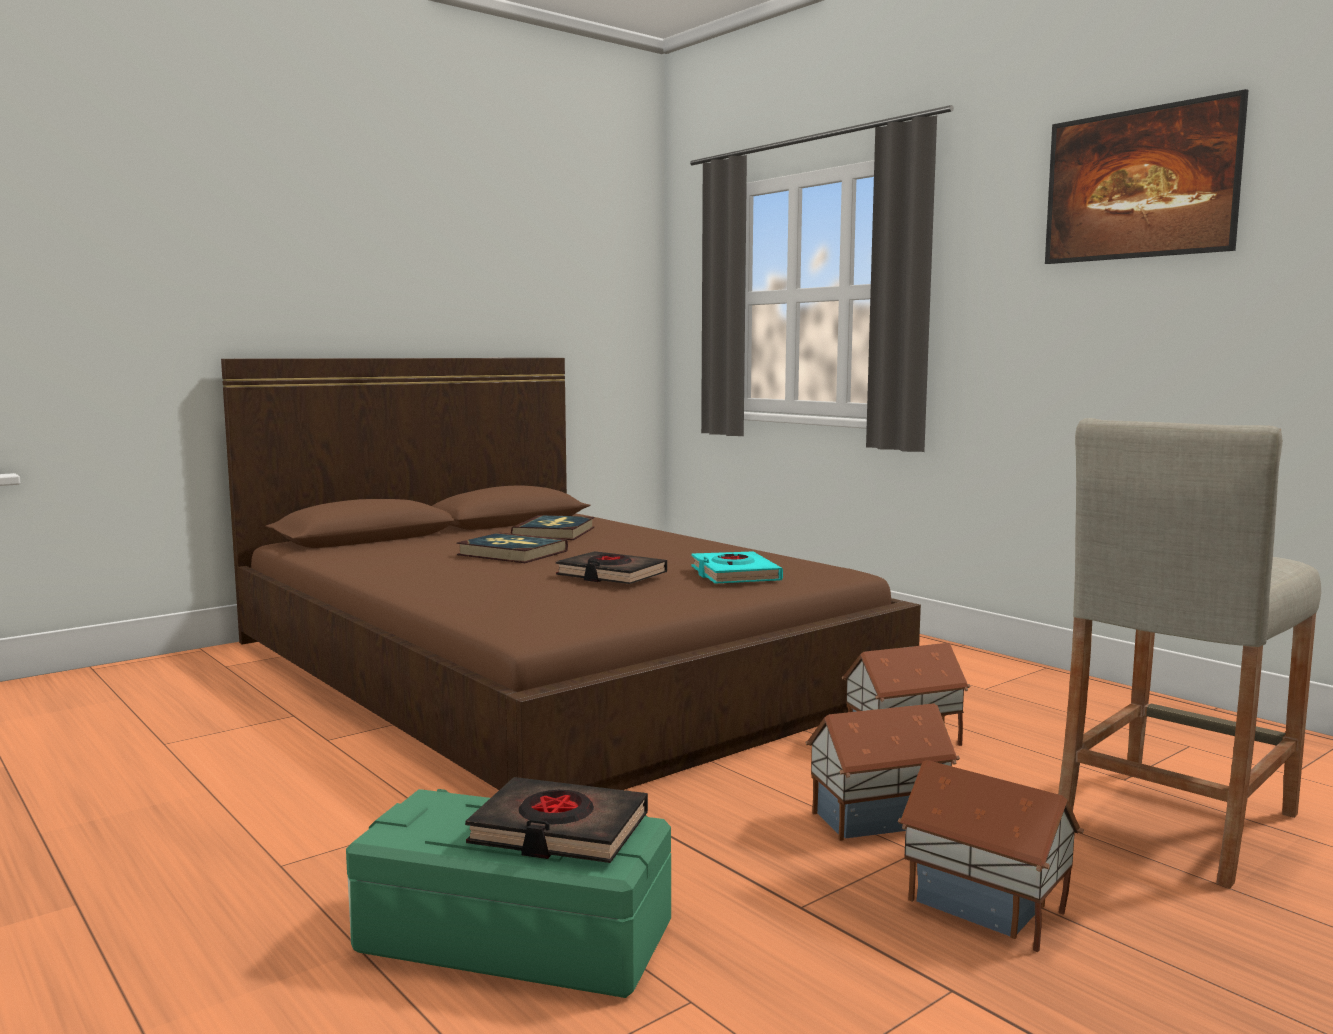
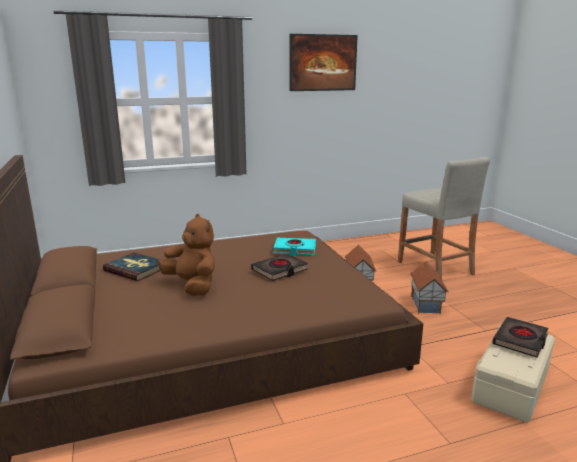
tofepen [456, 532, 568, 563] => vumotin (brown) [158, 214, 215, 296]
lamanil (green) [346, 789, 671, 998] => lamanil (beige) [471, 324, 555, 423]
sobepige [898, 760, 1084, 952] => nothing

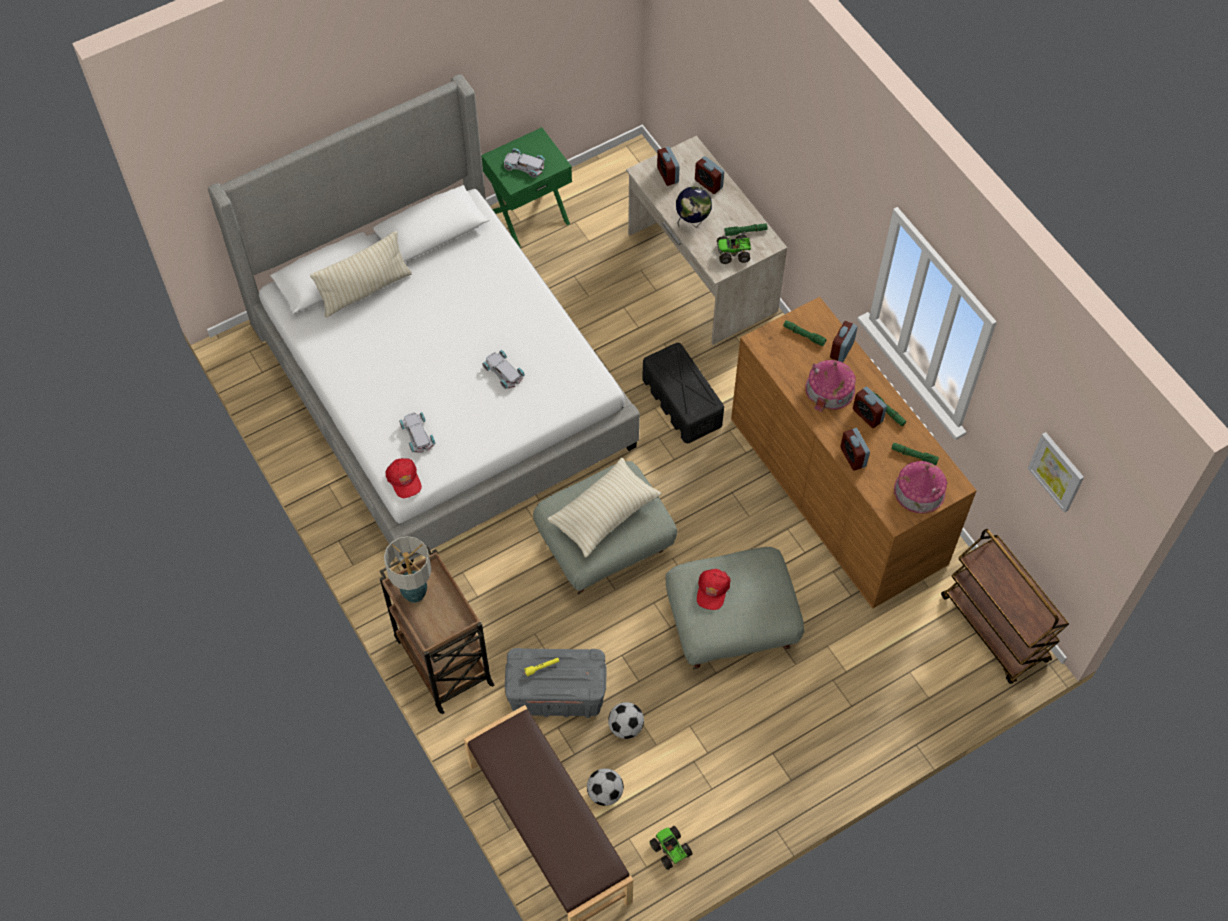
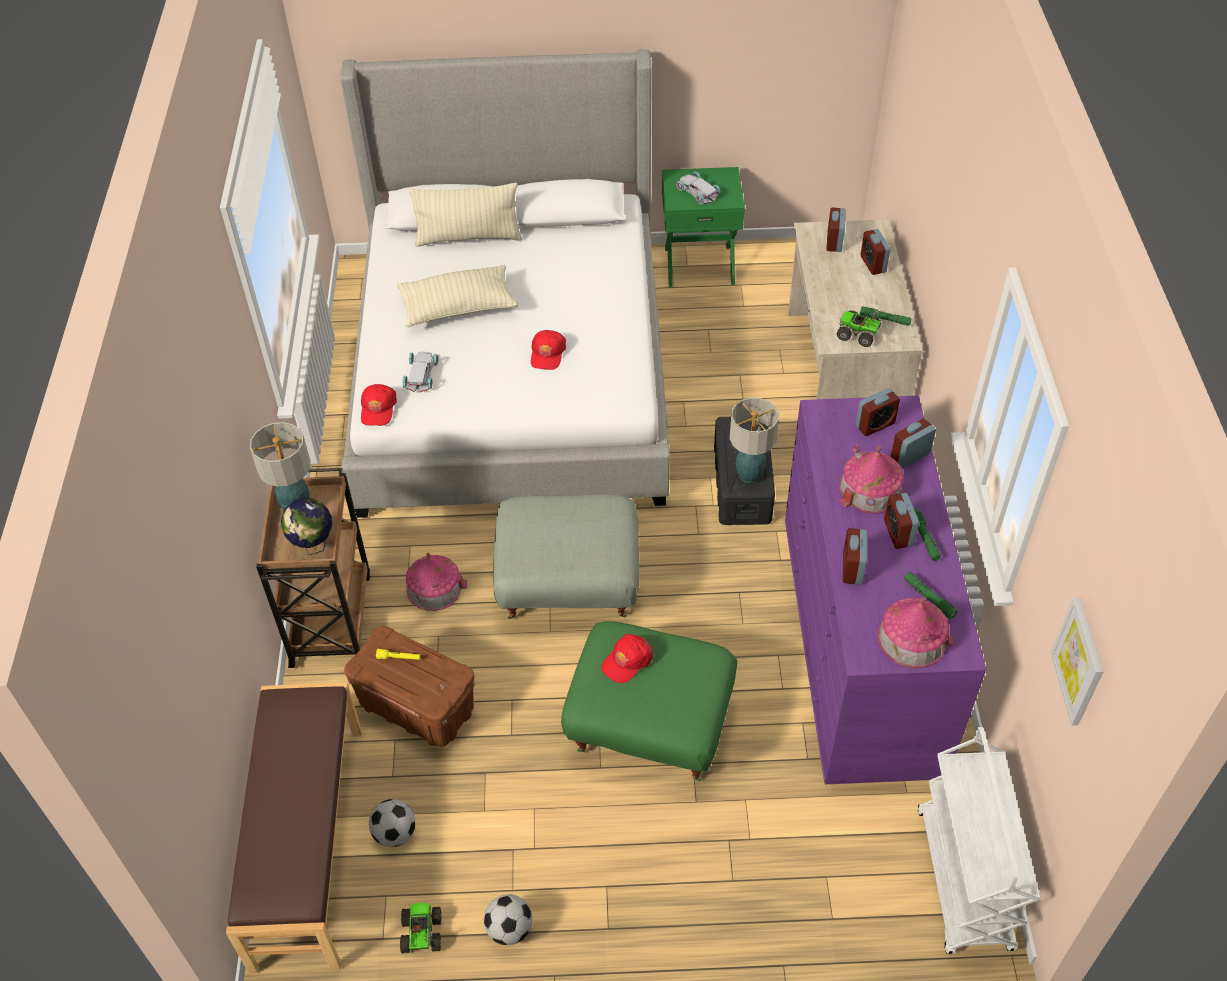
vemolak [676, 186, 712, 228] => vemolak [281, 498, 332, 555], moved
lamanil (grey) [505, 648, 607, 718] => lamanil (brown) [344, 626, 474, 747]
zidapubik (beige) [547, 458, 661, 557] => zidapubik (beige) [397, 264, 519, 327], moved
nothing => sobepige [406, 553, 467, 611]
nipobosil [608, 702, 644, 739] => nipobosil [484, 894, 532, 945], moved
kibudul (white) [482, 350, 525, 389] => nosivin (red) [531, 330, 566, 370]
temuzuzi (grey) [666, 547, 804, 669] => temuzuzi (green) [561, 621, 737, 781]
nothing => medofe [730, 398, 779, 483]
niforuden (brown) [731, 297, 977, 608] => niforuden (purple) [785, 395, 986, 784]
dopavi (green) [783, 320, 827, 346] => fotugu [855, 388, 900, 436]
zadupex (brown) [941, 529, 1069, 684] => zadupex (white) [918, 727, 1040, 954]

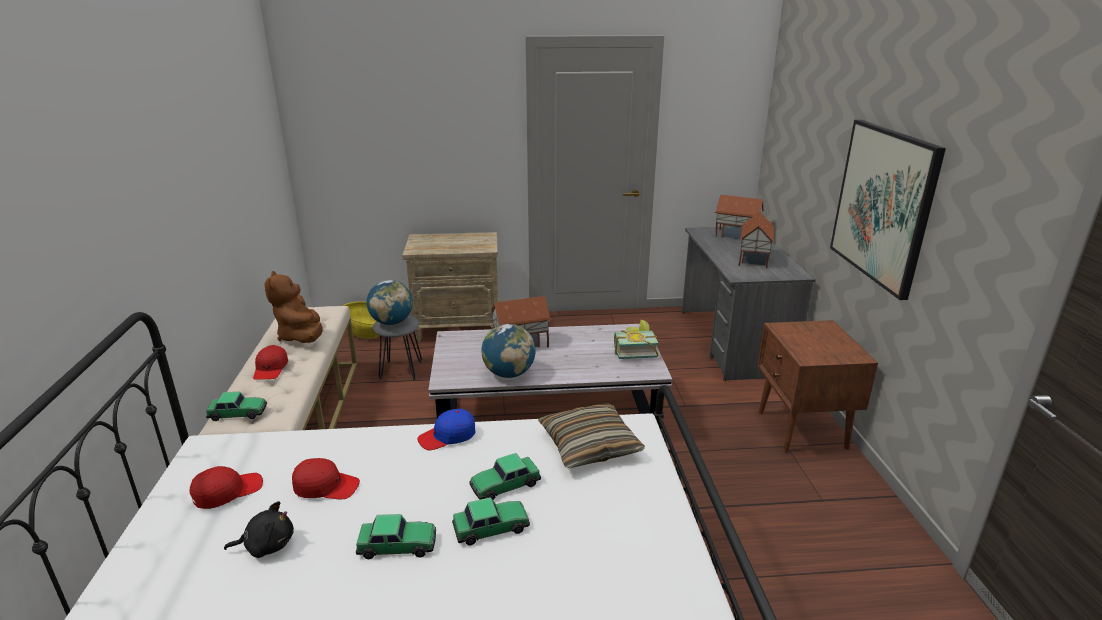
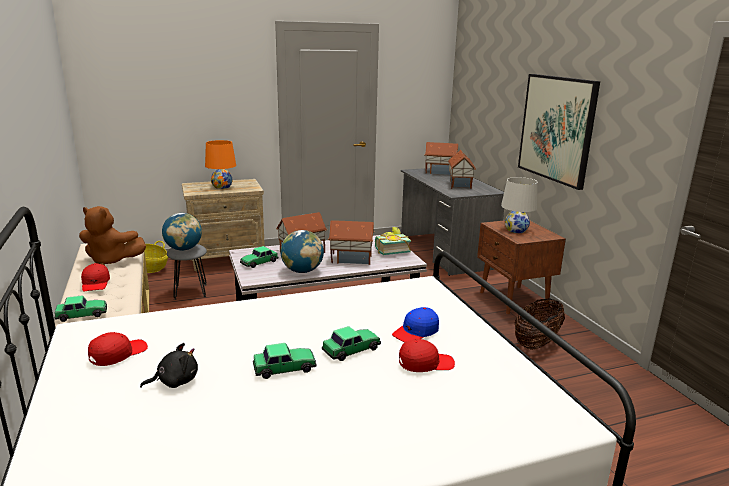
vumotin (brown) [265, 271, 323, 343] => vumotin (brown) [79, 206, 146, 266], 45 degrees counterclockwise
nothing => medofe (orange) [205, 140, 236, 189]
kibudul [469, 453, 541, 500] => kibudul [240, 246, 278, 268], moved
nothing => sobepige [328, 220, 374, 265]
nosivin (blue) [418, 409, 475, 450] => nosivin (blue) [392, 307, 439, 342], moved
nosivin (red) [292, 458, 360, 499] => nosivin (red) [399, 339, 455, 372], moved
nothing => medofe (white) [501, 177, 538, 233]
nothing => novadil [515, 298, 565, 350]
zidapubik [538, 404, 645, 468] => nothing

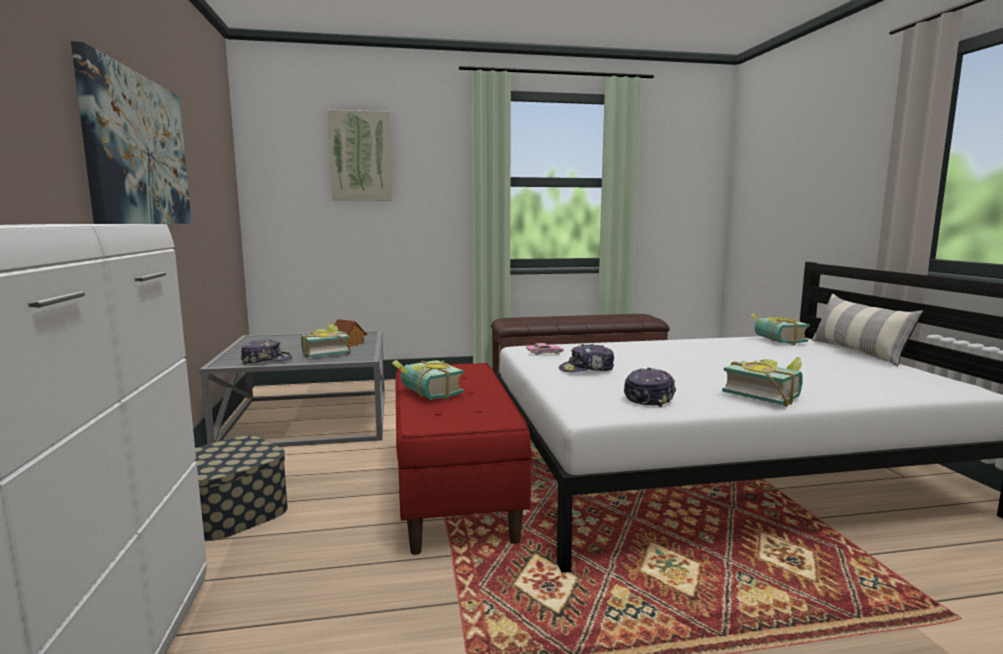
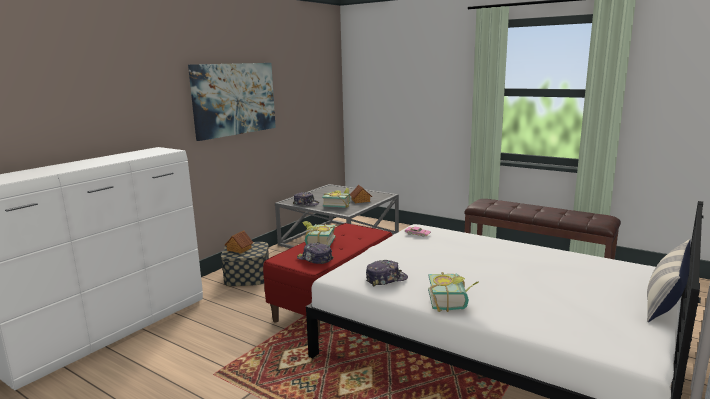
nothing => sobepige [225, 231, 254, 254]
nosivin [559, 344, 614, 372] => nosivin [297, 242, 333, 264], moved
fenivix [328, 110, 392, 200] => nothing
tofepen [751, 313, 810, 345] => nothing

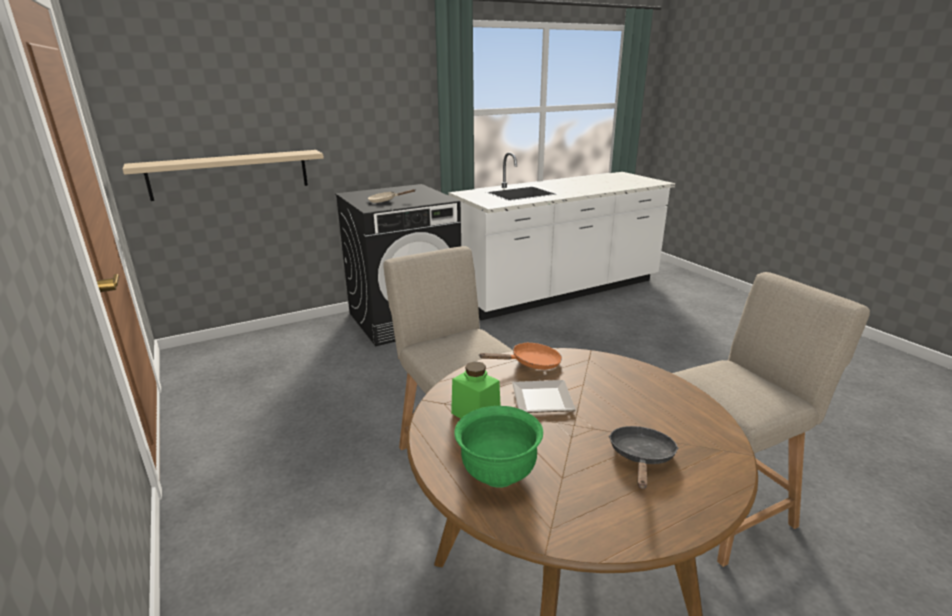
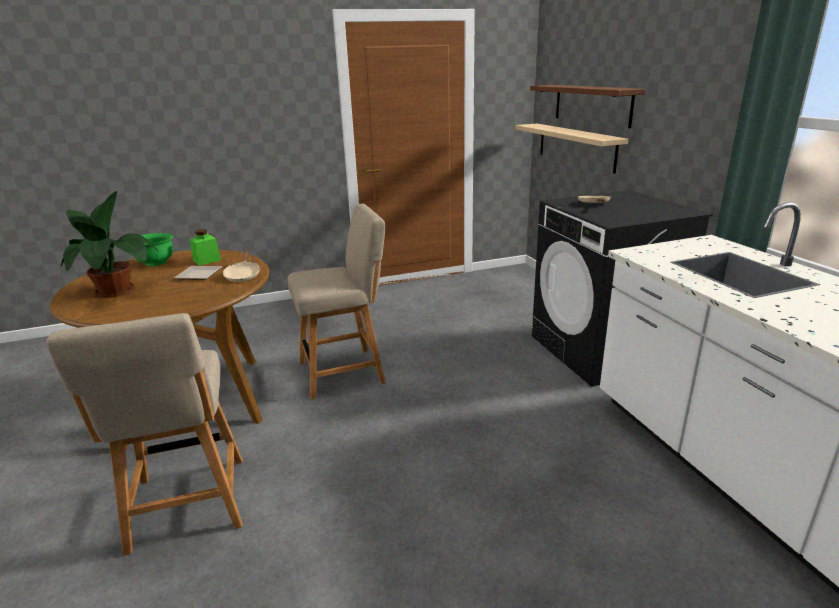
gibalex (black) [609, 426, 679, 489] => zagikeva [61, 191, 159, 298]
gibalex (orange) [479, 342, 562, 370] => gibalex (beige) [222, 250, 260, 282]
nothing => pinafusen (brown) [530, 85, 646, 128]

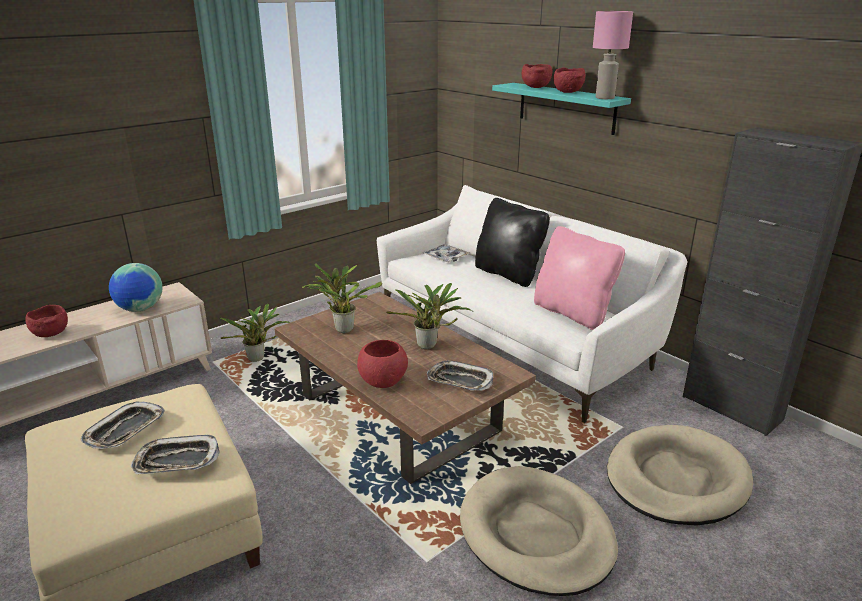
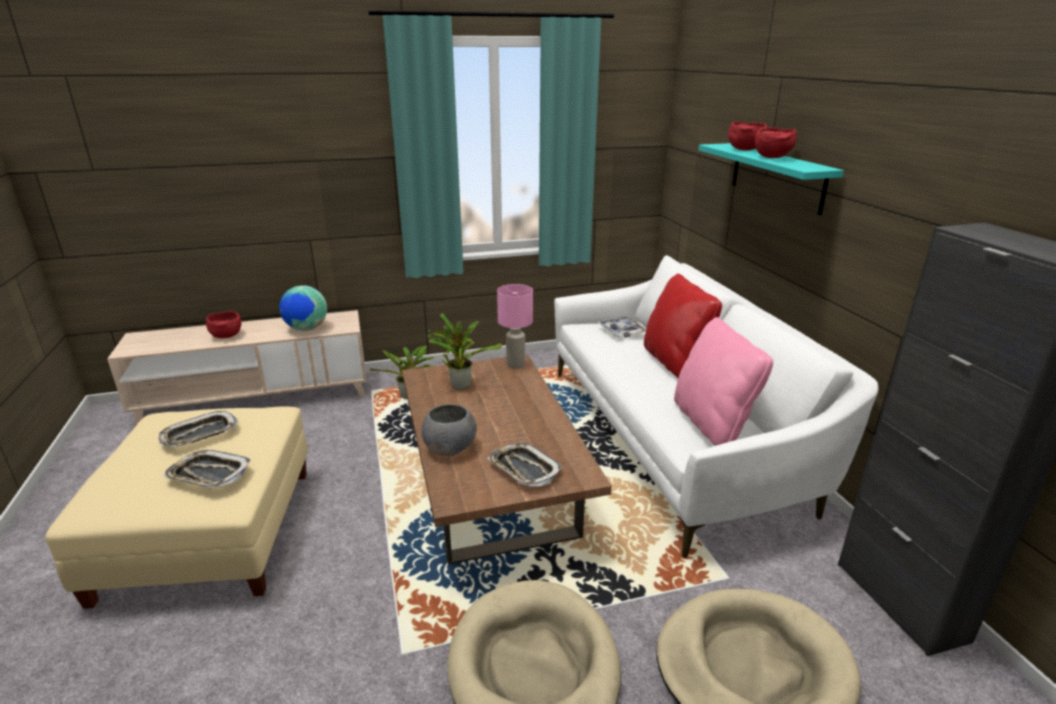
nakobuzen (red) [357, 340, 408, 388] => nakobuzen (grey) [421, 404, 477, 456]
medofe (pink) [593, 11, 633, 99] => medofe (pink) [497, 284, 533, 368], moved
zidapubik (black) [475, 198, 550, 287] => zidapubik (red) [644, 274, 722, 378]
zagikeva [386, 283, 473, 349] => nothing

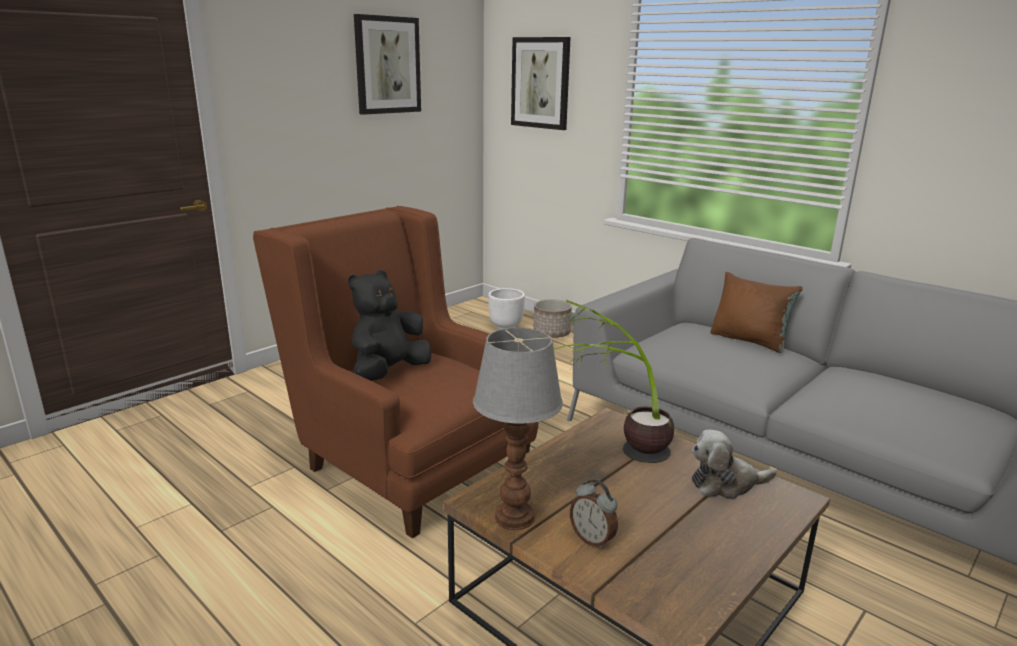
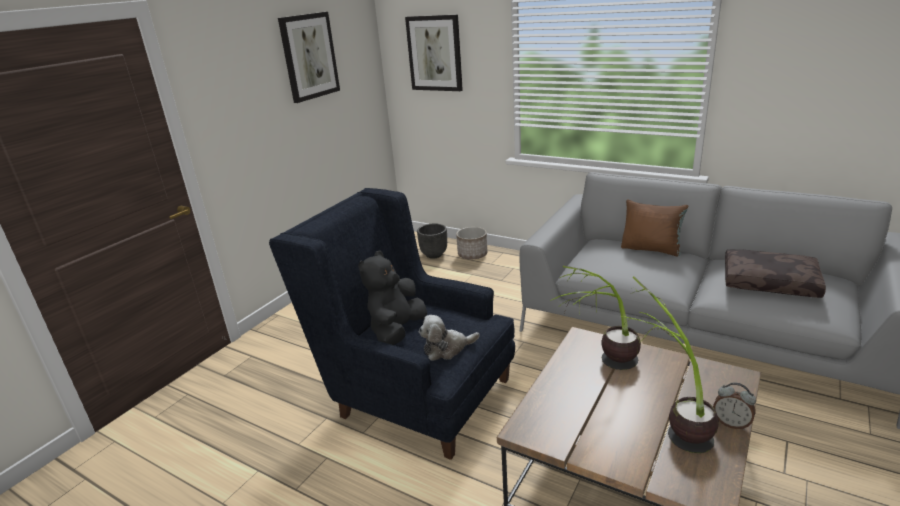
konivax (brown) [253, 206, 538, 538] => konivax (blue) [269, 188, 515, 460]
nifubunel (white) [488, 288, 525, 329] => nifubunel (black) [417, 223, 447, 259]
vumotin [692, 429, 777, 500] => vumotin [419, 315, 480, 361], moved
nothing => zagikeva [621, 276, 719, 453]
fotugu [570, 479, 618, 549] => fotugu [713, 383, 756, 430], moved
nothing => zidapubik (brown) [725, 249, 826, 298]
medofe [473, 328, 563, 530] => nothing

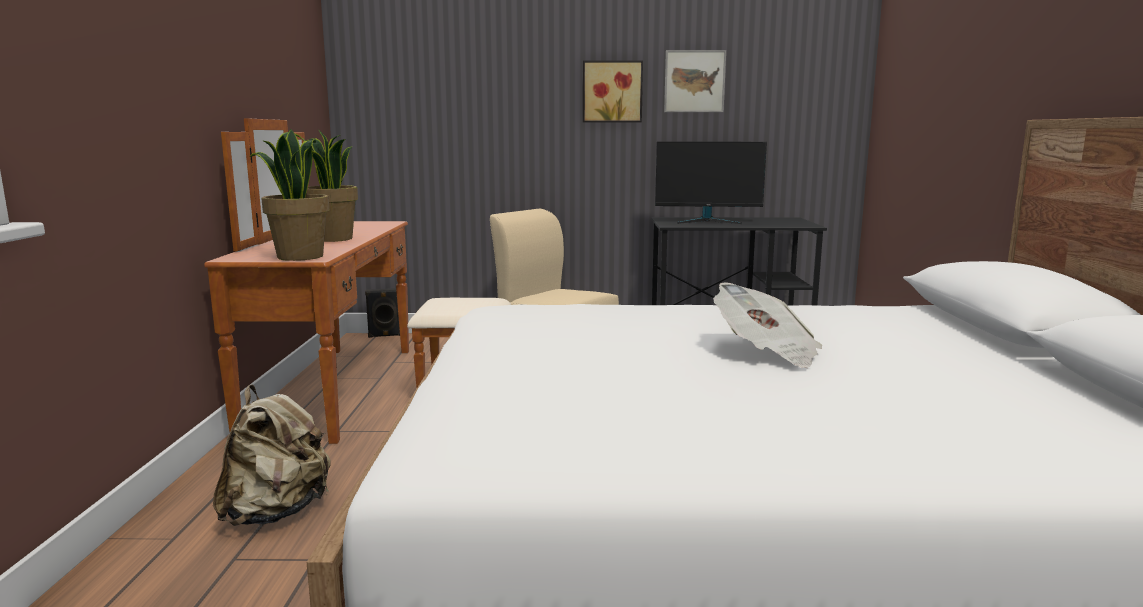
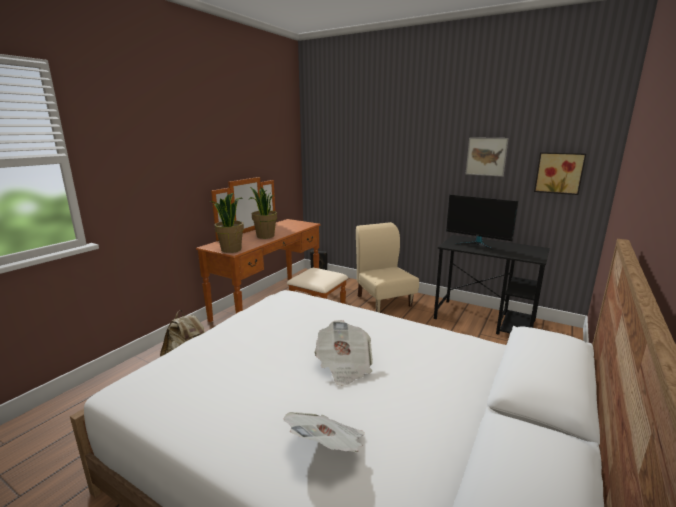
nothing => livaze [283, 412, 365, 452]
fenivix [583, 60, 643, 122] => fenivix [534, 152, 586, 195], moved

